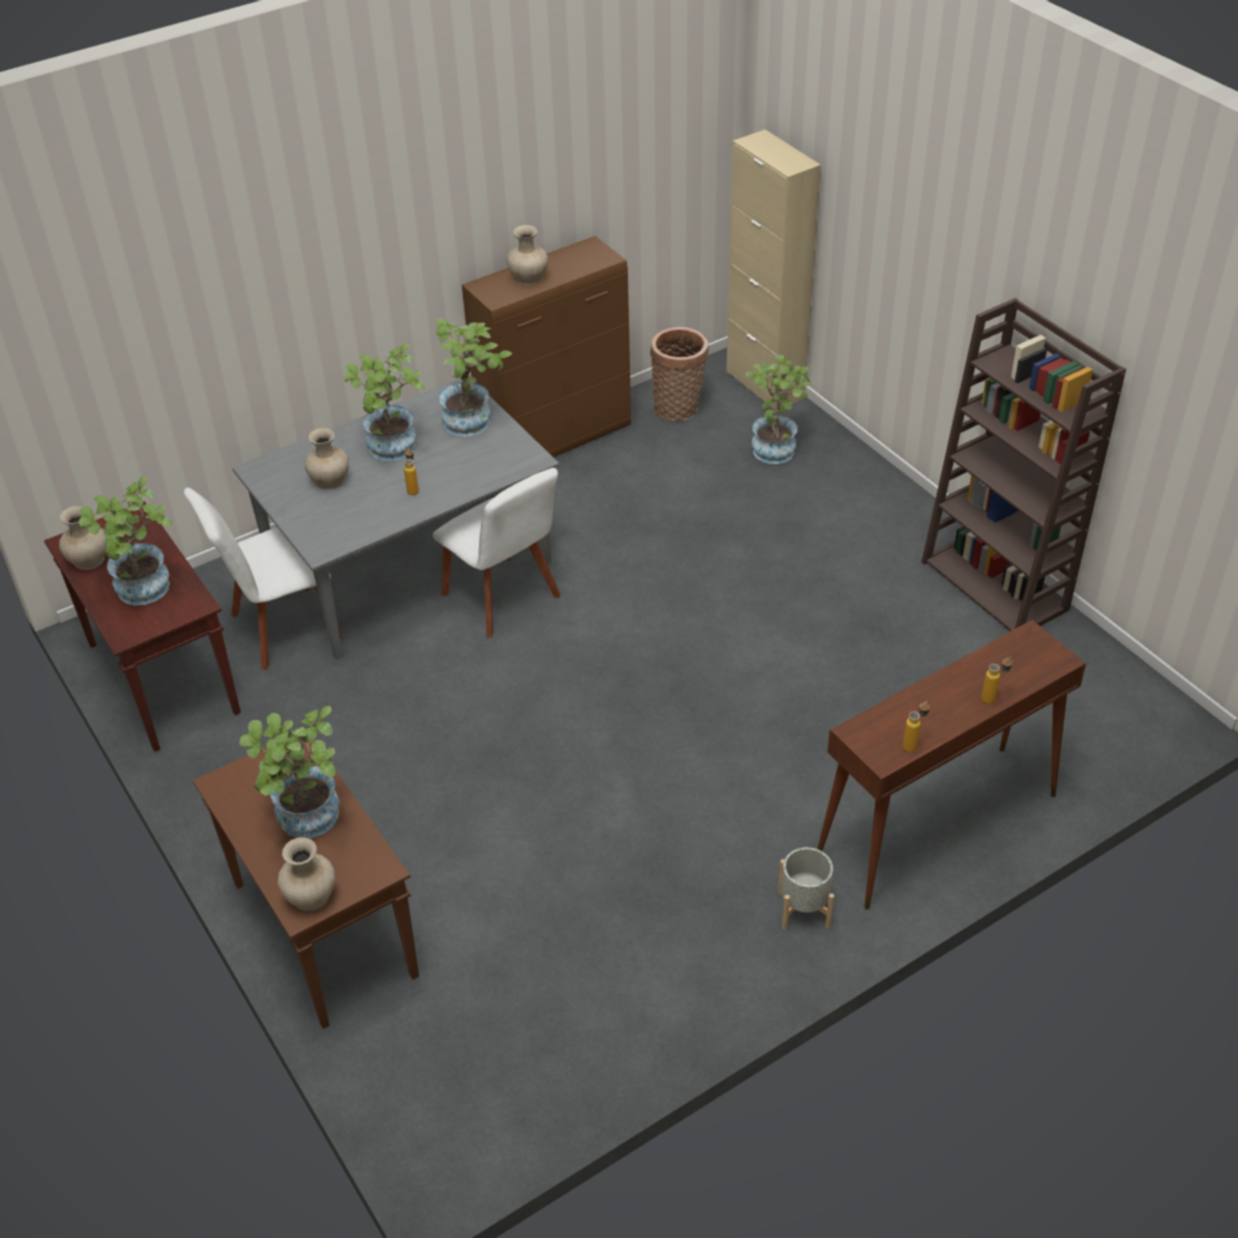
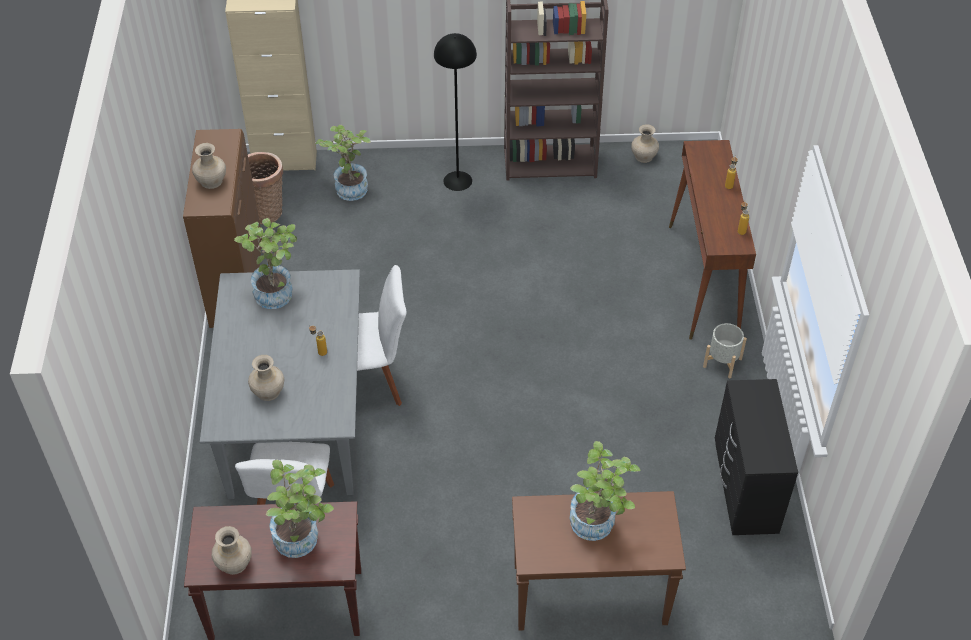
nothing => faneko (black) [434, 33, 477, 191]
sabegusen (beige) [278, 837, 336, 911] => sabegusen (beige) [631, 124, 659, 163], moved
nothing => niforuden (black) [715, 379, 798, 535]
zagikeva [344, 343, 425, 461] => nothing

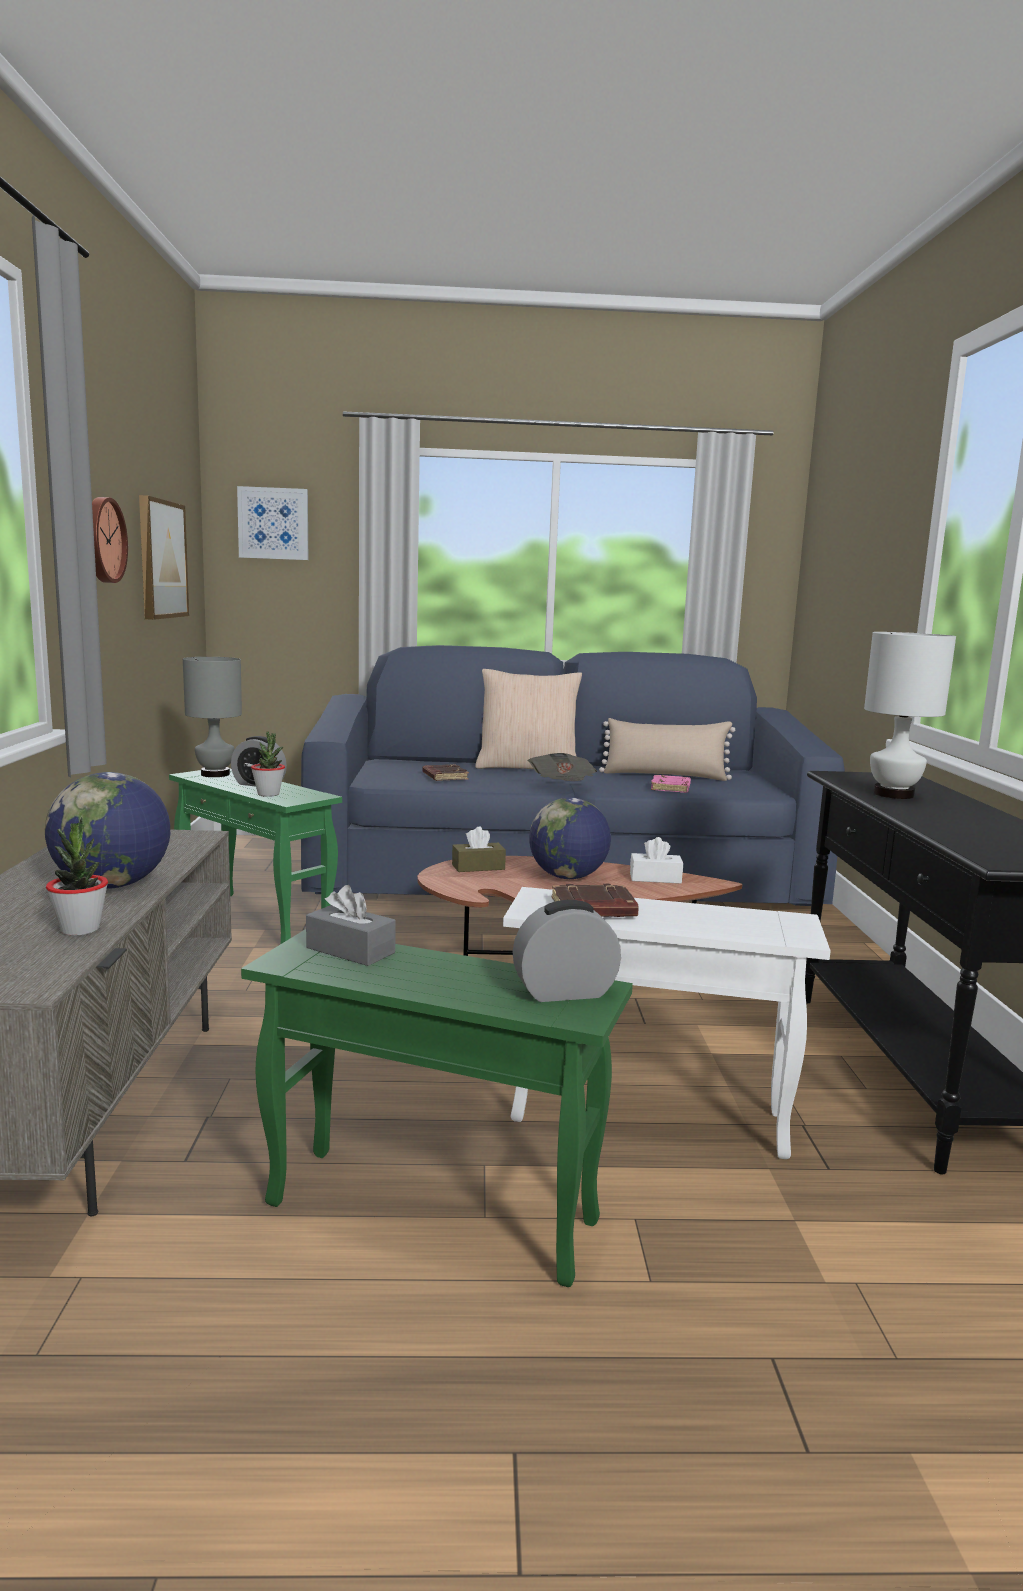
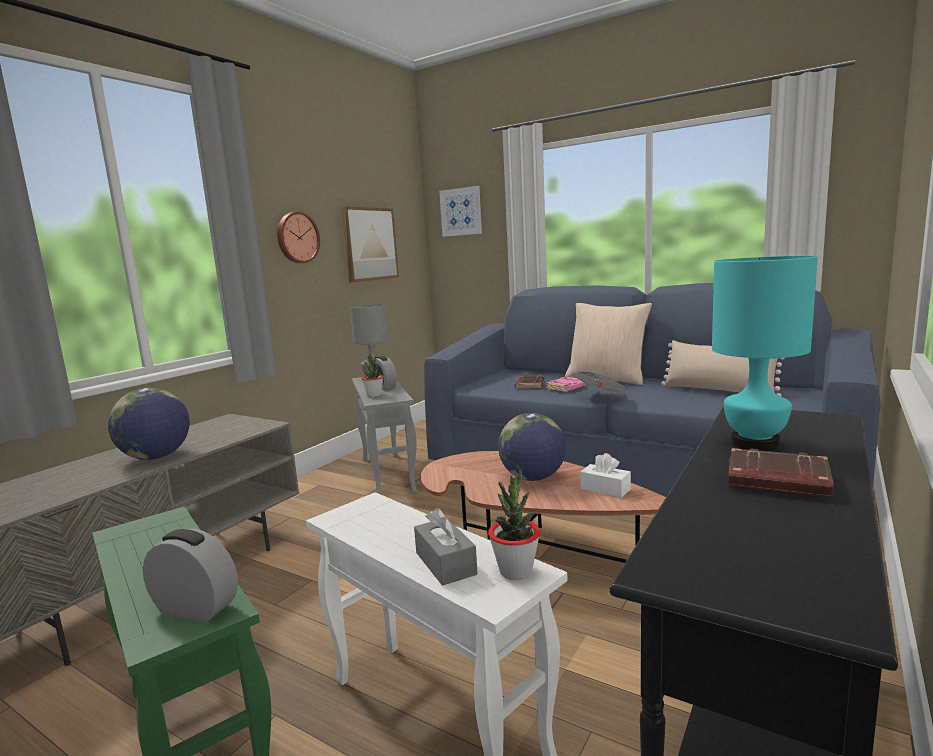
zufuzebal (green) [169, 768, 342, 944] => zufuzebal (grey) [352, 377, 417, 494]
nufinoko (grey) [306, 885, 396, 966] => nufinoko (grey) [414, 508, 478, 586], moved
zagikeva [46, 817, 108, 936] => zagikeva [488, 469, 540, 580], moved
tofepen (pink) [651, 775, 691, 793] => tofepen (pink) [546, 377, 587, 392], moved
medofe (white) [864, 632, 956, 799] => medofe (turquoise) [712, 256, 818, 451]
tofepen (brown) [551, 883, 639, 917] => tofepen (brown) [728, 448, 834, 497], moved
nufinoko (brown) [452, 826, 506, 872] => nothing

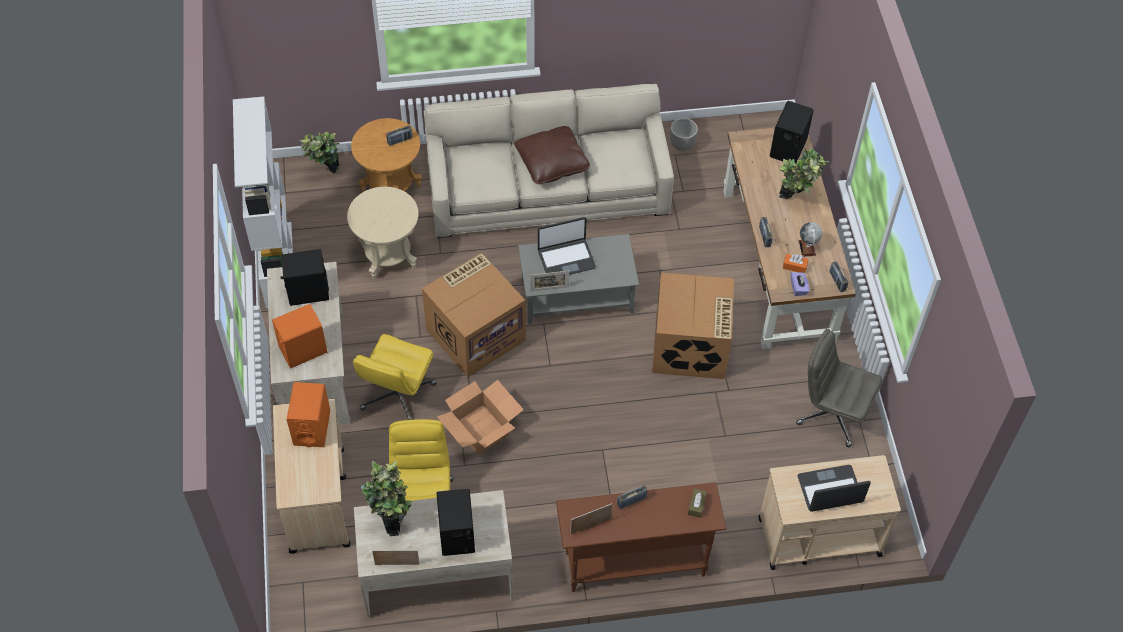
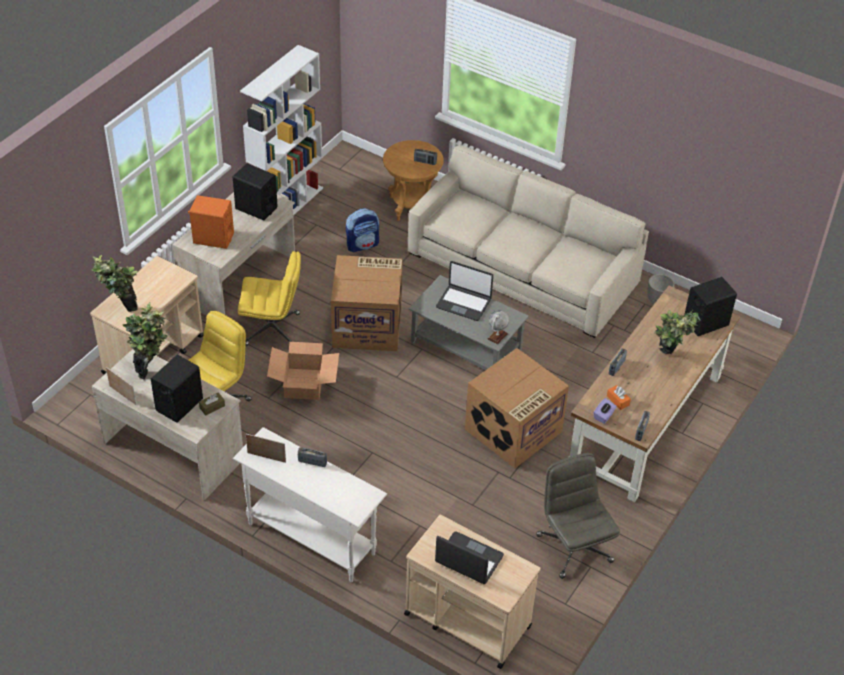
zagikeva [300, 132, 341, 173] => zagikeva [92, 255, 138, 312], moved
nufinoko (brown) [688, 488, 707, 518] => nufinoko (brown) [199, 392, 225, 415], moved
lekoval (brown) [556, 482, 726, 592] => lekoval (white) [233, 427, 387, 582]
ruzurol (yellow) [353, 334, 436, 420] => ruzurol (yellow) [238, 251, 301, 346], 150 degrees counterclockwise
zufuzebal (beige) [347, 187, 419, 279] => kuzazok [346, 208, 379, 252]
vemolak [799, 222, 822, 257] => vemolak [487, 310, 509, 345], moved
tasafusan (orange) [287, 382, 330, 447] => nothing
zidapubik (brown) [514, 126, 590, 184] => nothing
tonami [530, 271, 569, 292] => nothing

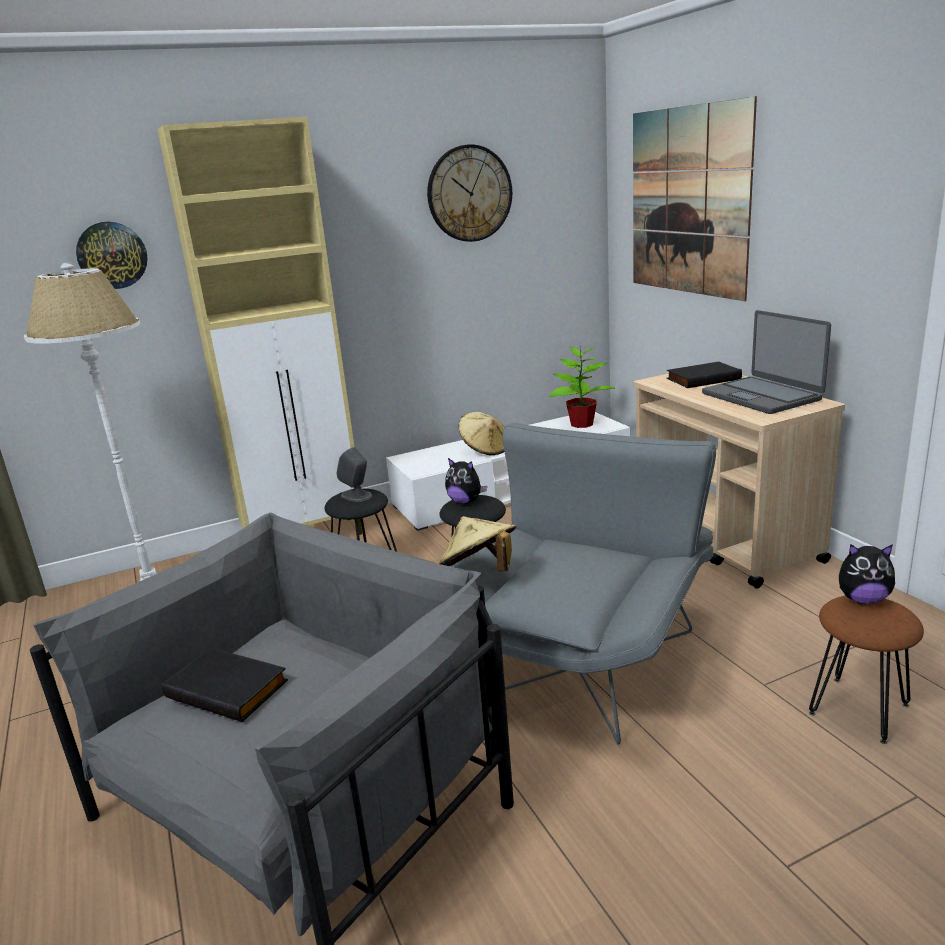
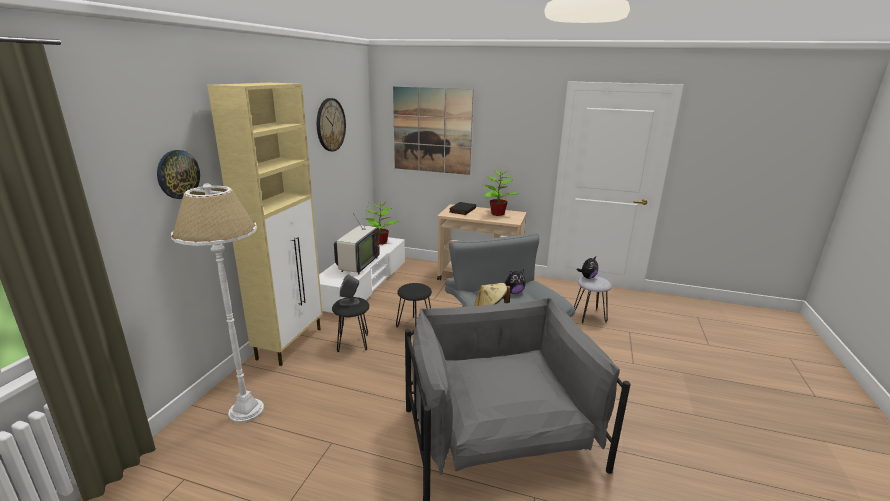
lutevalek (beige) [459, 412, 505, 455] => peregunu [334, 203, 380, 275]
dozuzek [702, 310, 831, 414] => zagikeva [483, 170, 520, 216]
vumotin [445, 458, 487, 504] => vumotin [505, 270, 526, 294], moved
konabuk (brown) [809, 596, 924, 744] => konabuk (grey) [574, 276, 612, 323]
tofepen (black) [162, 647, 288, 722] => nothing

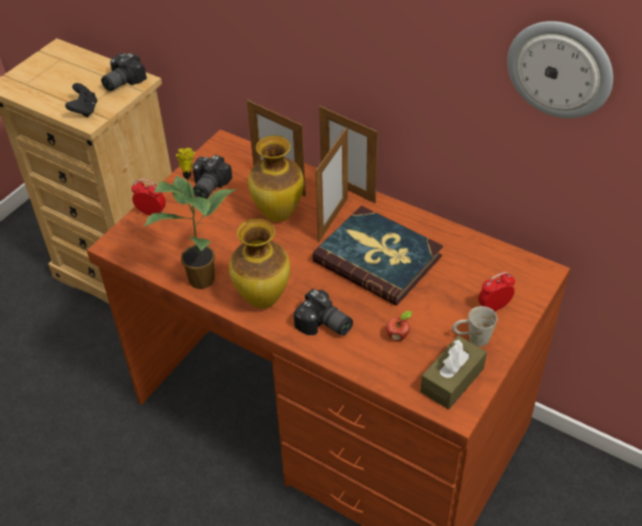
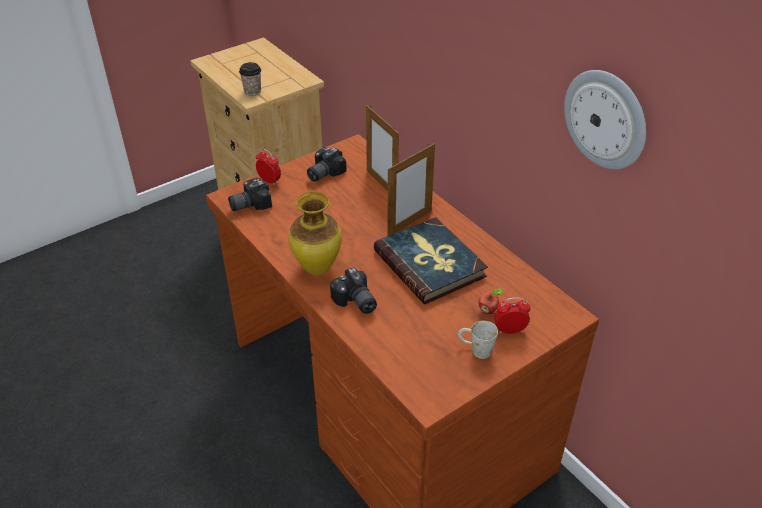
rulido [101, 53, 147, 92] => rulido [228, 178, 272, 211], moved
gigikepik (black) [65, 83, 97, 118] => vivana [239, 62, 261, 96]
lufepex [386, 311, 412, 341] => lufepex [478, 288, 504, 314], moved
zagikeva [143, 147, 236, 289] => nothing
sabegusen [248, 135, 304, 222] => nothing
tonami [319, 106, 378, 203] => nothing
nufinoko (brown) [420, 336, 487, 409] => nothing

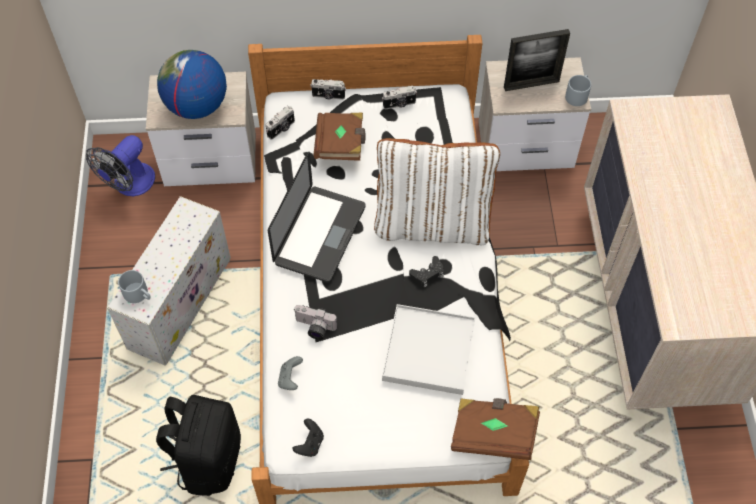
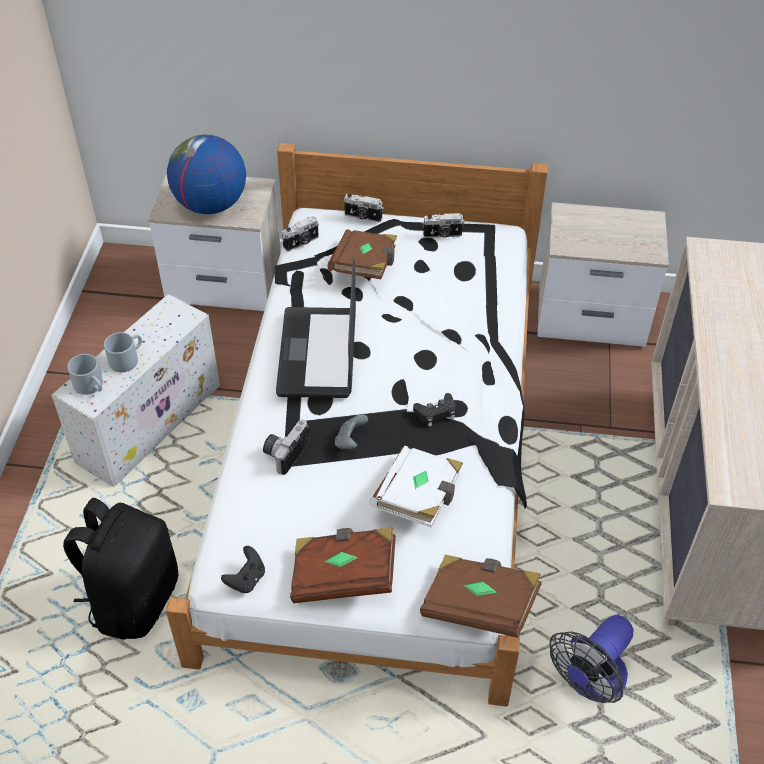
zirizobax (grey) [565, 75, 591, 106] => zirizobax (grey) [104, 332, 142, 372], moved
rulido [294, 305, 337, 340] => rulido [263, 420, 310, 475], 90 degrees clockwise
dozuzek [268, 152, 366, 283] => dozuzek [276, 258, 356, 398], 150 degrees clockwise
nothing => tofepen (brown) [290, 527, 396, 603]
gigikepik (grey) [278, 356, 303, 390] => gigikepik (grey) [335, 414, 368, 449], moved
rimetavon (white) [382, 304, 475, 395] => tofepen (white) [370, 446, 463, 528]
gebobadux [86, 135, 155, 196] => gebobadux [549, 615, 633, 703], moved
zidapubik (white) [374, 138, 500, 245] => nothing
tonami [504, 29, 570, 91] => nothing

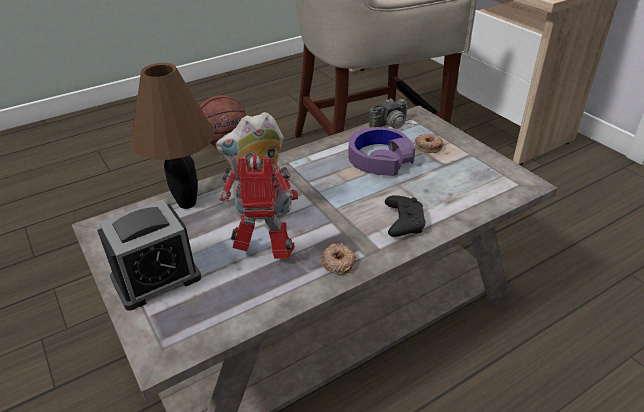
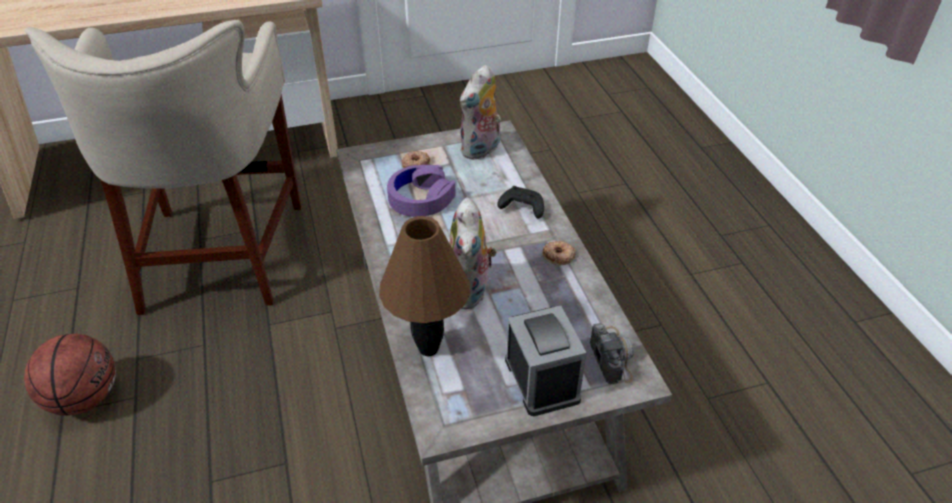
nothing => vumotin [460, 65, 501, 160]
rulido [369, 98, 422, 129] => rulido [590, 323, 634, 384], moved
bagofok [220, 155, 298, 259] => nothing

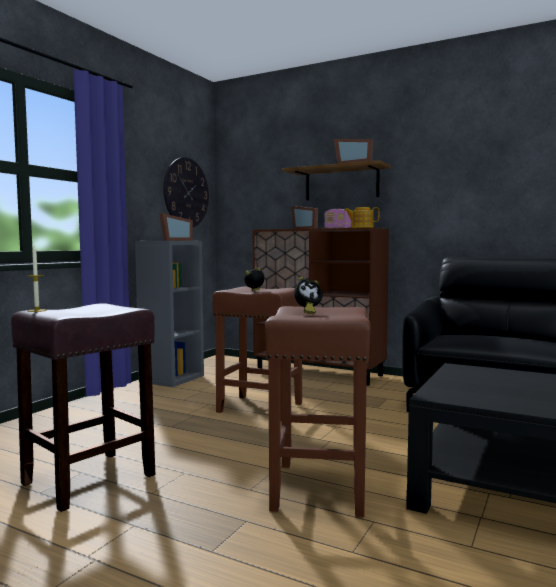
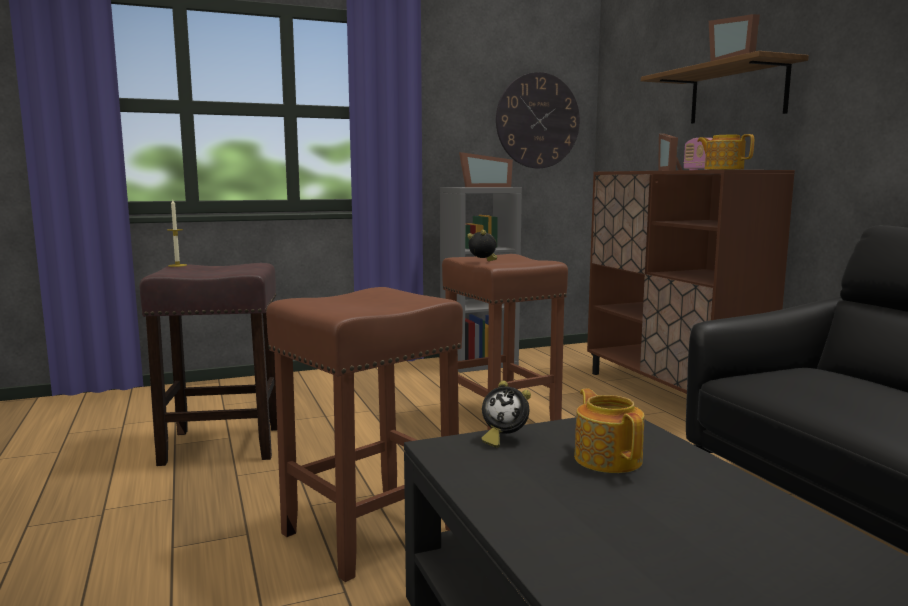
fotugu [294, 277, 323, 314] => fotugu [482, 381, 531, 448], moved
nothing => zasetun [574, 388, 644, 473]

